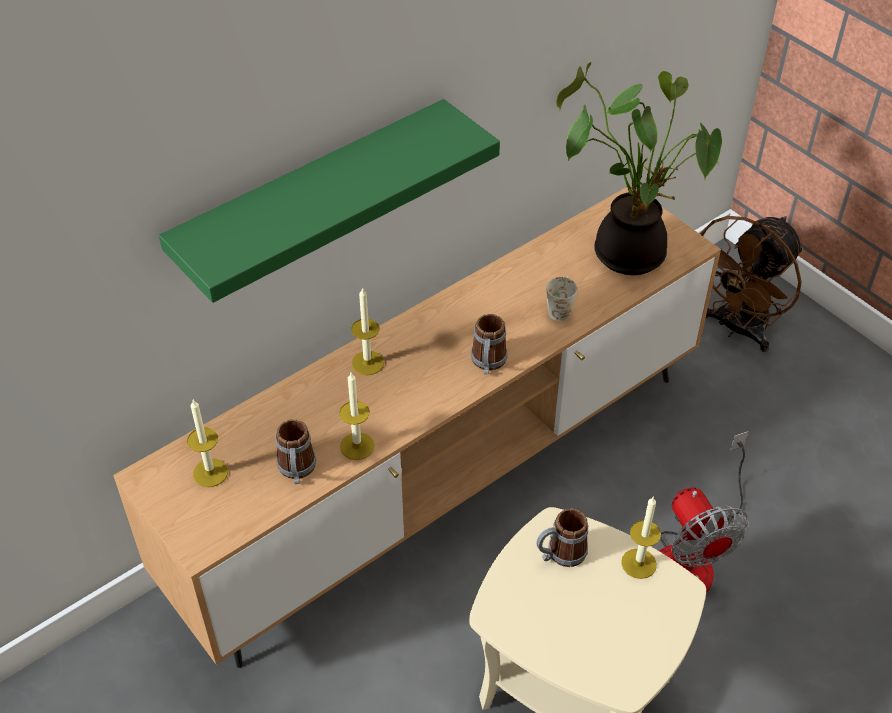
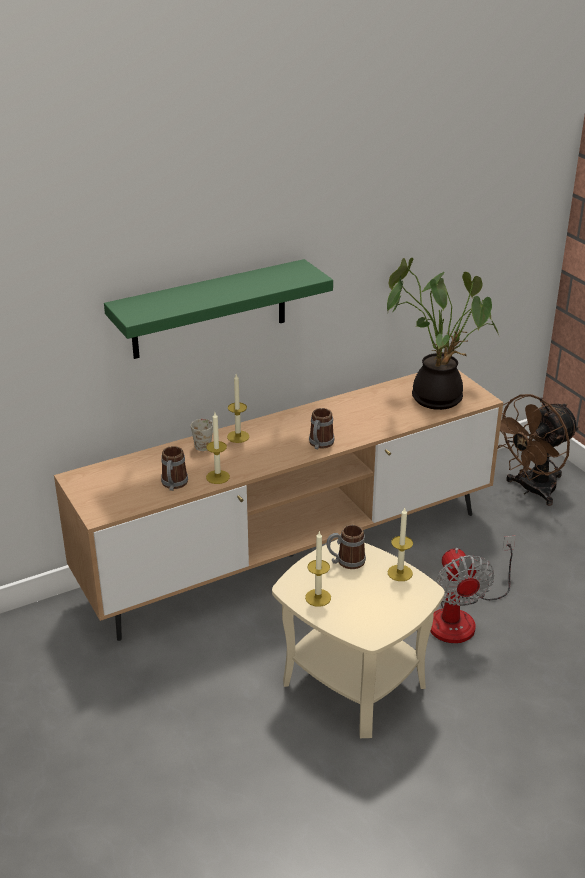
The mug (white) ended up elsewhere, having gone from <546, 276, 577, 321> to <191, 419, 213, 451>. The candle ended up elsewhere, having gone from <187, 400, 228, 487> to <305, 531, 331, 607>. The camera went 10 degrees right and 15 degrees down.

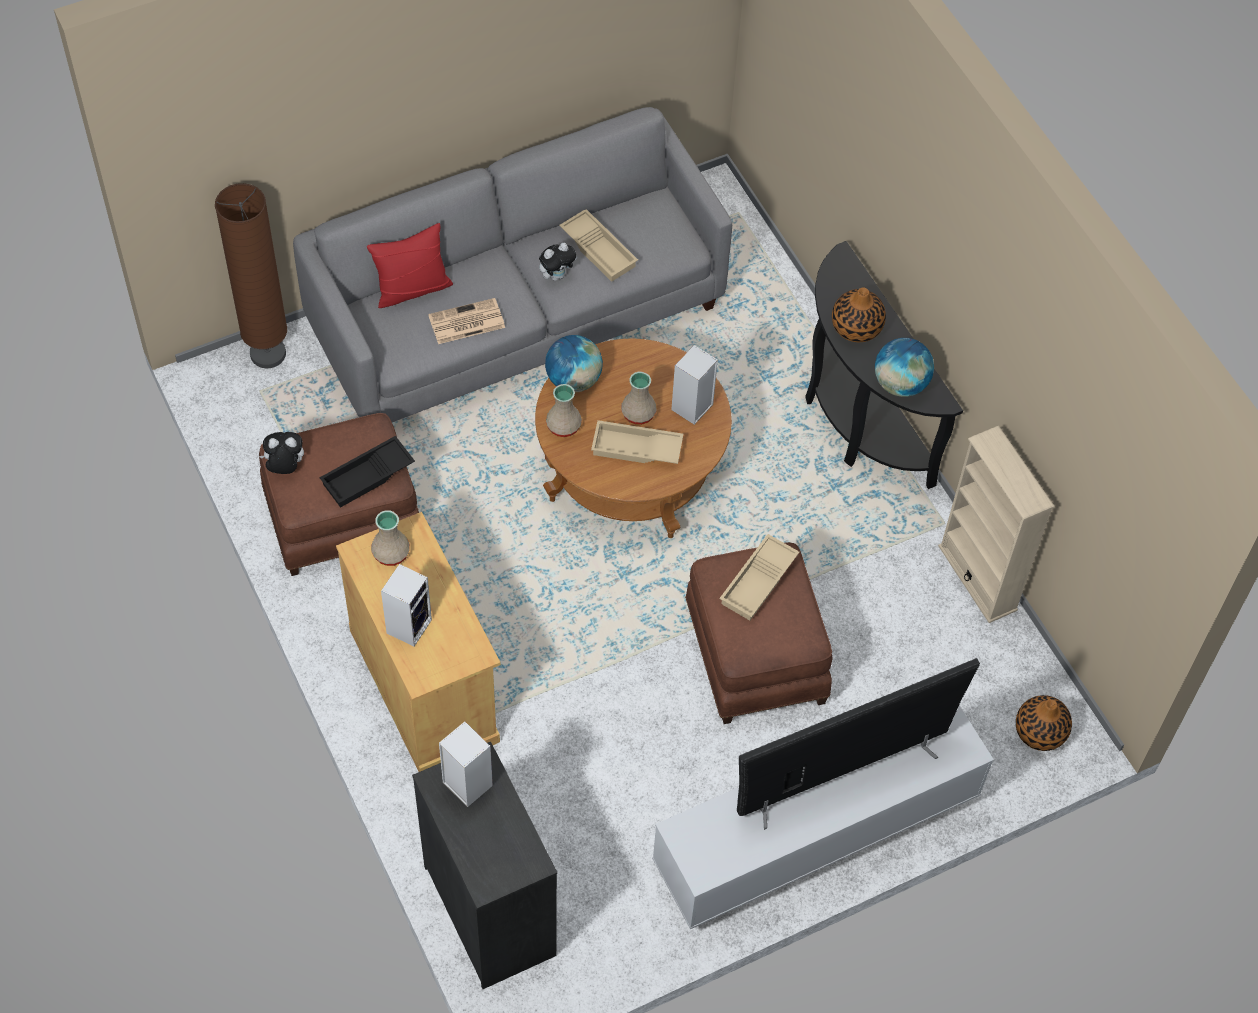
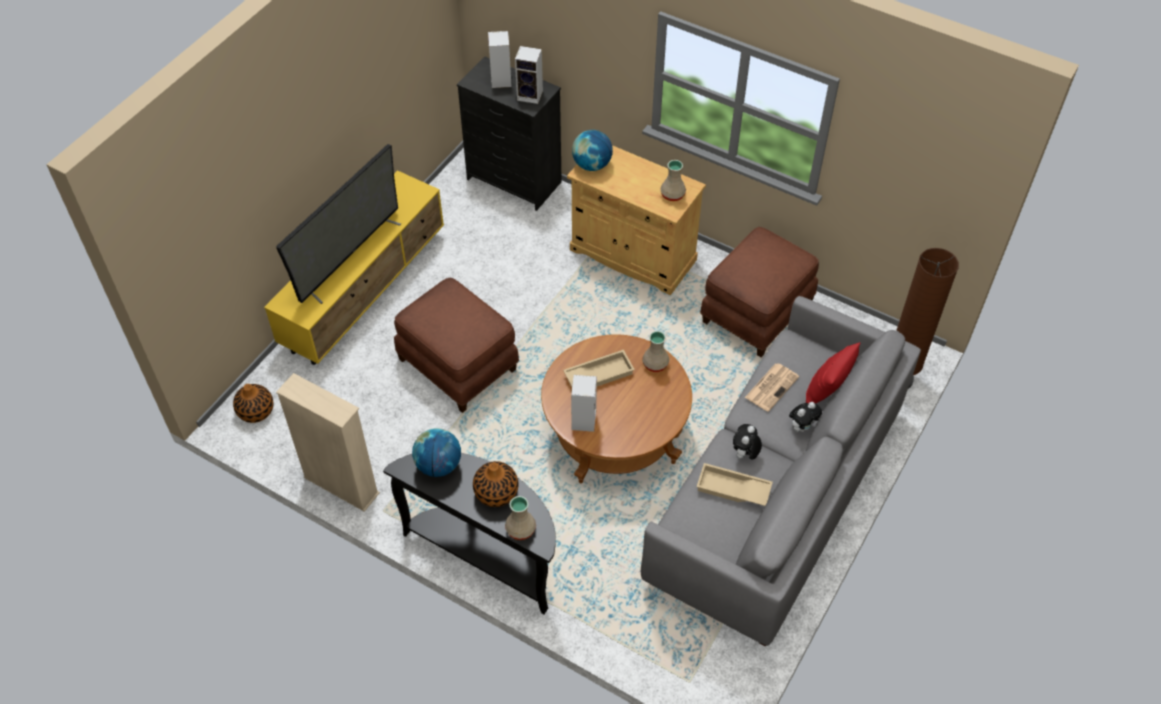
What was the tv stand (white) at <652, 705, 994, 929> turned into the tv stand (yellow) at <264, 170, 444, 365>. The speaker ended up elsewhere, having gone from <381, 564, 432, 647> to <488, 31, 512, 88>. The vase (beige) ended up elsewhere, having gone from <621, 372, 657, 425> to <505, 496, 536, 540>. The globe ended up elsewhere, having gone from <545, 335, 603, 393> to <572, 130, 613, 171>. The plush toy ended up elsewhere, having gone from <259, 432, 304, 474> to <789, 402, 822, 432>. The second view lost the tray (black) at <320, 436, 415, 508>. The second view lost the tray (beige) at <719, 534, 799, 621>. The camera went 150 degrees right and 5 degrees down.

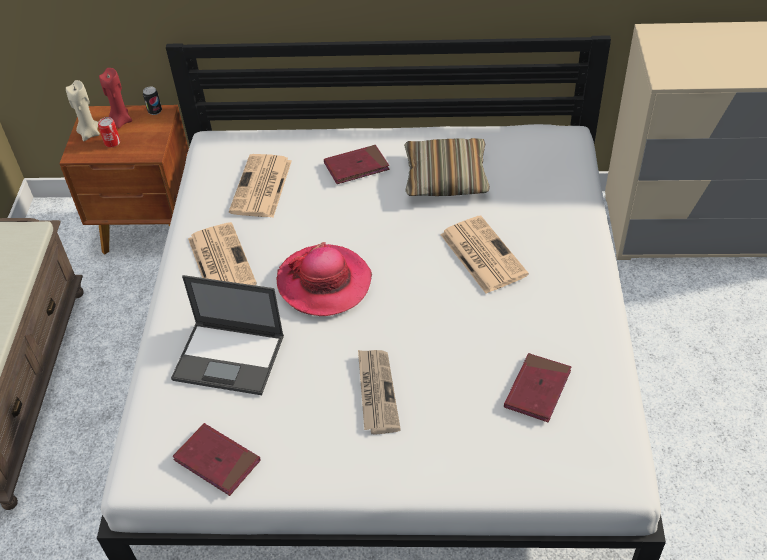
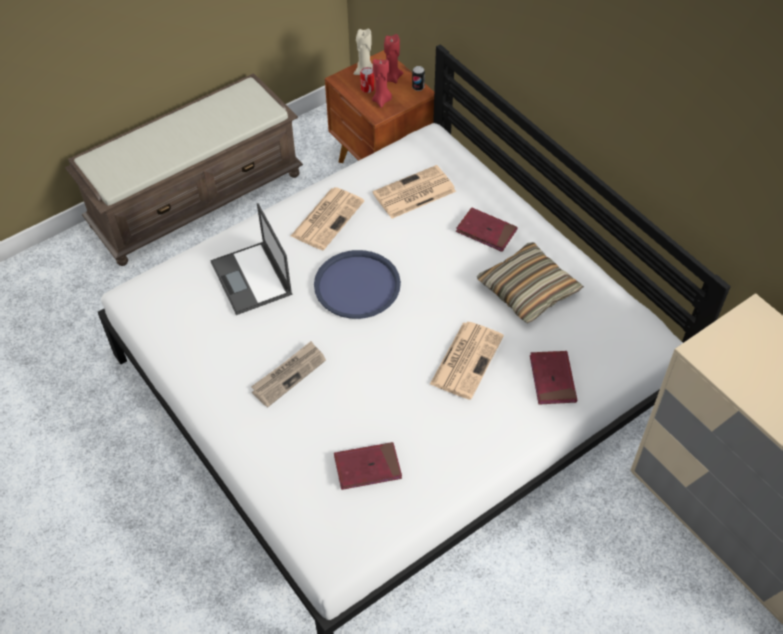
Where the hat stood at <277, 242, 372, 316>, the tray (blue) came to stand at <314, 250, 401, 319>. The second view gained the candle (red) at <372, 59, 392, 108>. The book (red) ended up elsewhere, having gone from <173, 423, 261, 496> to <530, 351, 577, 405>. The camera went 50 degrees right and 5 degrees up.

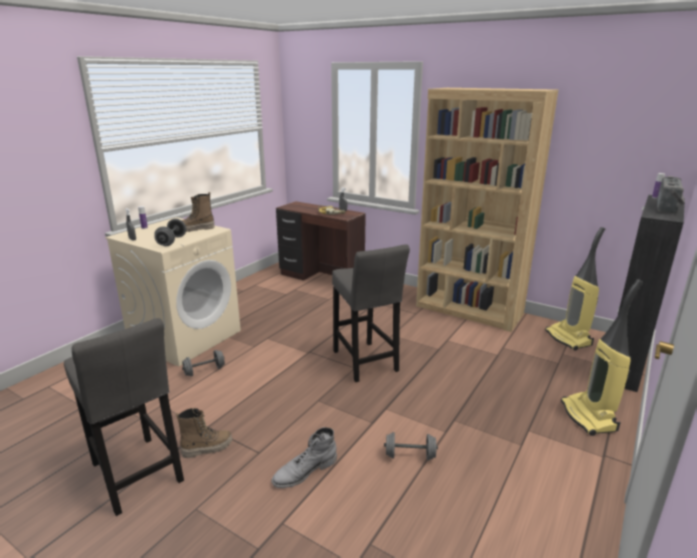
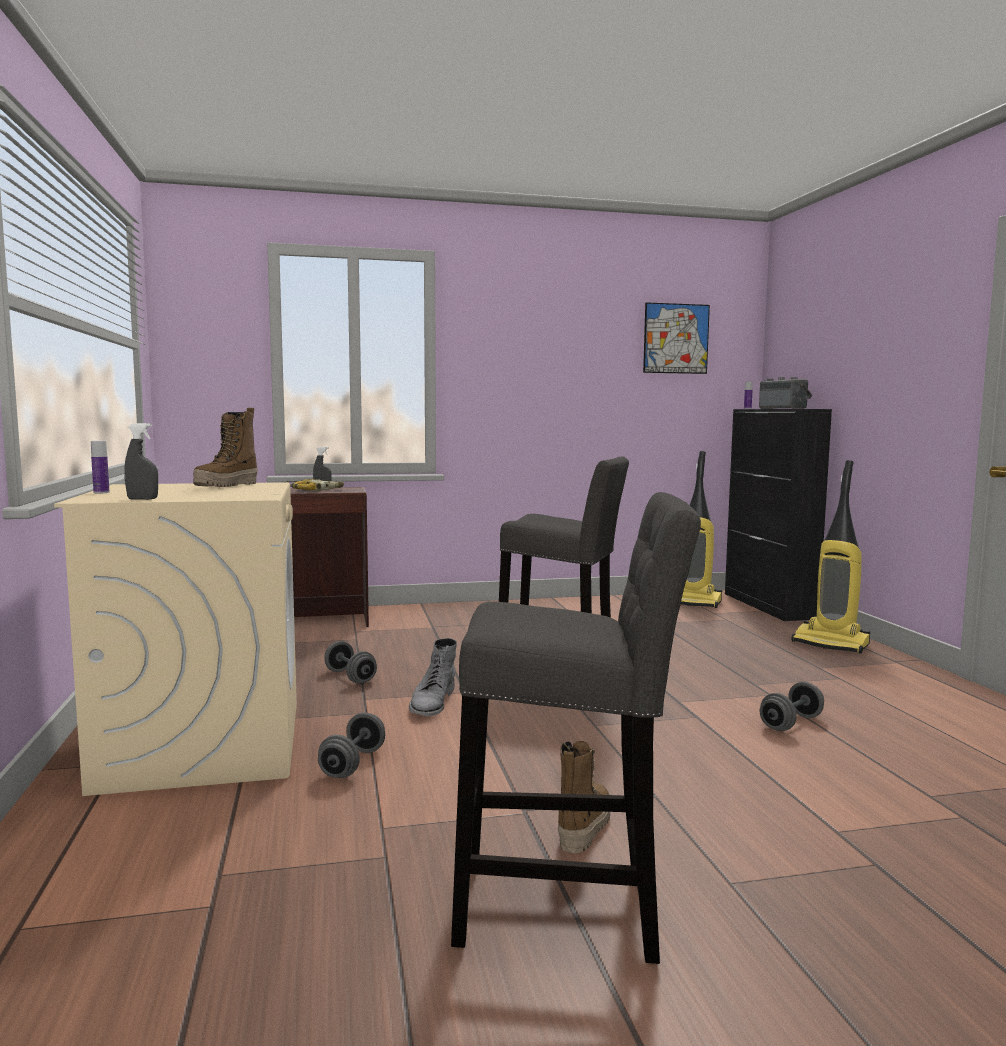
The dumbbell (grey) ended up elsewhere, having gone from <154, 218, 186, 246> to <325, 641, 377, 684>. The boot (grey) ended up elsewhere, having gone from <271, 427, 337, 488> to <409, 638, 457, 716>. The second view gained the picture at <643, 302, 710, 374>. The second view lost the bookcase (brown) at <416, 88, 558, 332>. The camera went 45 degrees left and 15 degrees down.

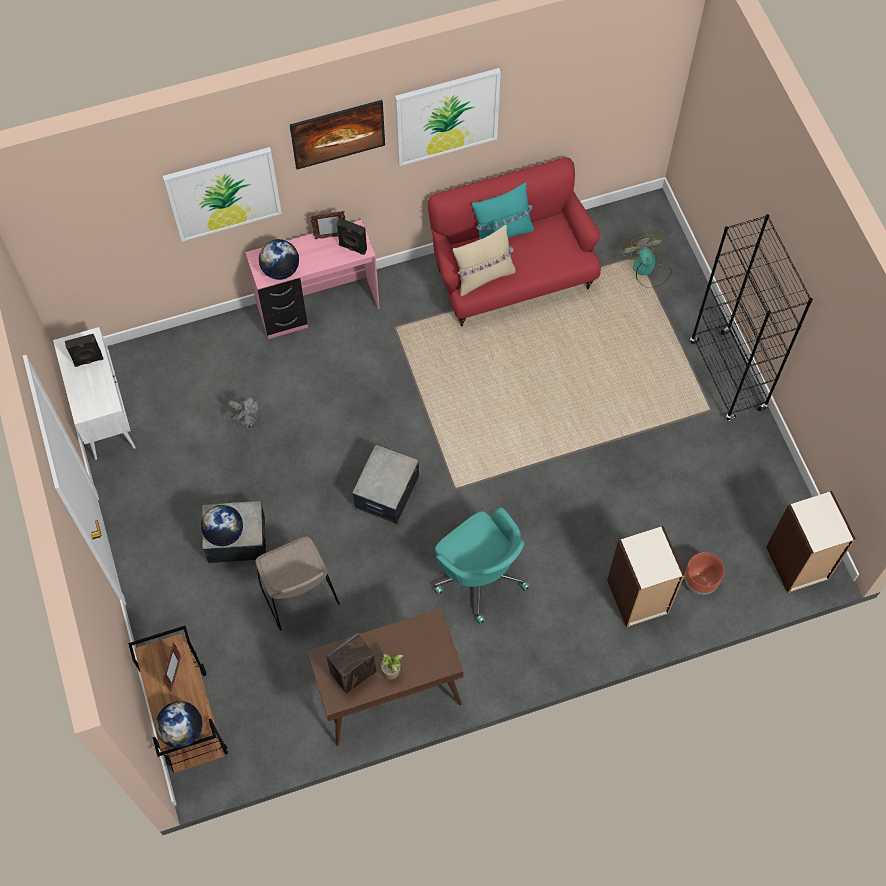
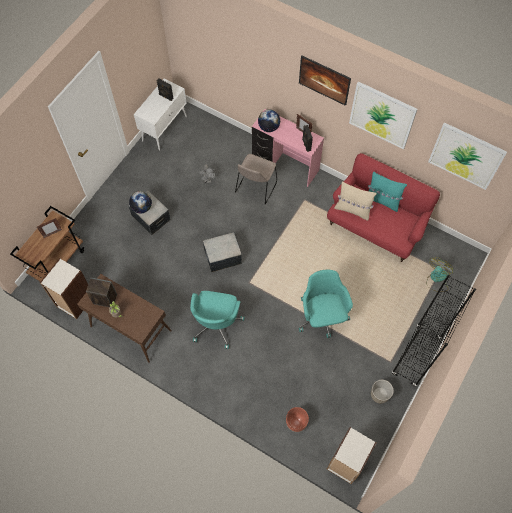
The bookcase ended up elsewhere, having gone from <607, 526, 685, 628> to <40, 258, 88, 319>. The chair (beige) ended up elsewhere, having gone from <256, 536, 340, 631> to <235, 154, 277, 204>. The second view gained the office chair (turquoise) at <299, 270, 353, 338>. The second view gained the planter at <371, 380, 394, 404>. The picture ended up elsewhere, having gone from <163, 147, 282, 242> to <428, 123, 507, 190>. The second view lost the globe at <156, 701, 202, 748>. The camera went 50 degrees right and 0 degrees up.

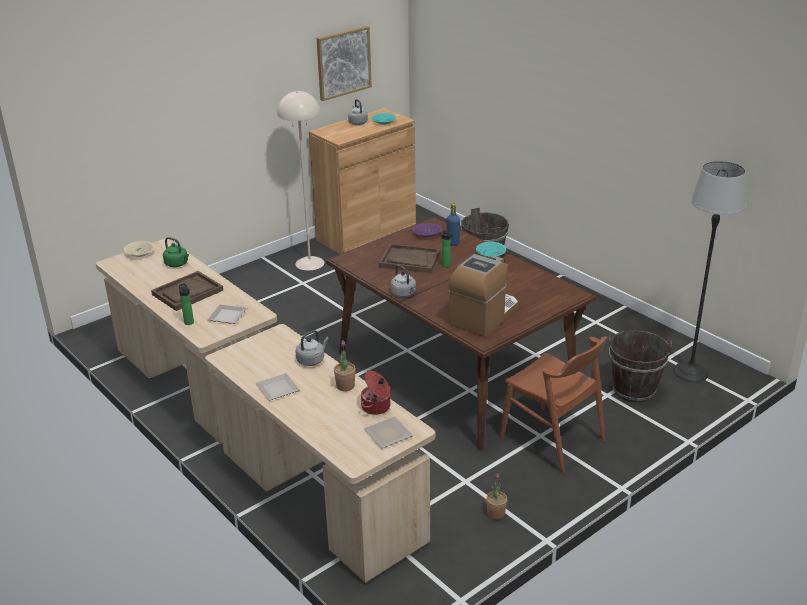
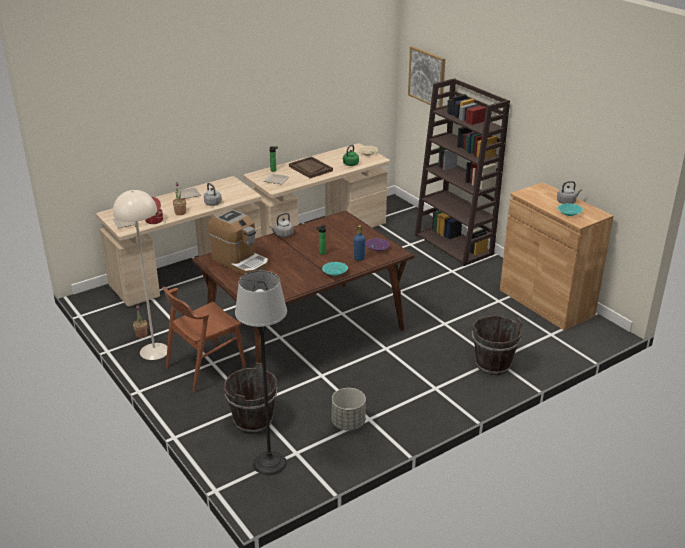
The floor lamp (beige) ended up elsewhere, having gone from <277, 91, 325, 271> to <113, 190, 167, 360>. The second view gained the planter (grey) at <332, 388, 366, 431>. The picture ended up elsewhere, having gone from <317, 26, 372, 101> to <408, 46, 445, 108>. The second view gained the bookcase (brown) at <415, 78, 510, 266>. The second view lost the tray (brown) at <379, 244, 440, 273>. The camera went 95 degrees right and 0 degrees up.

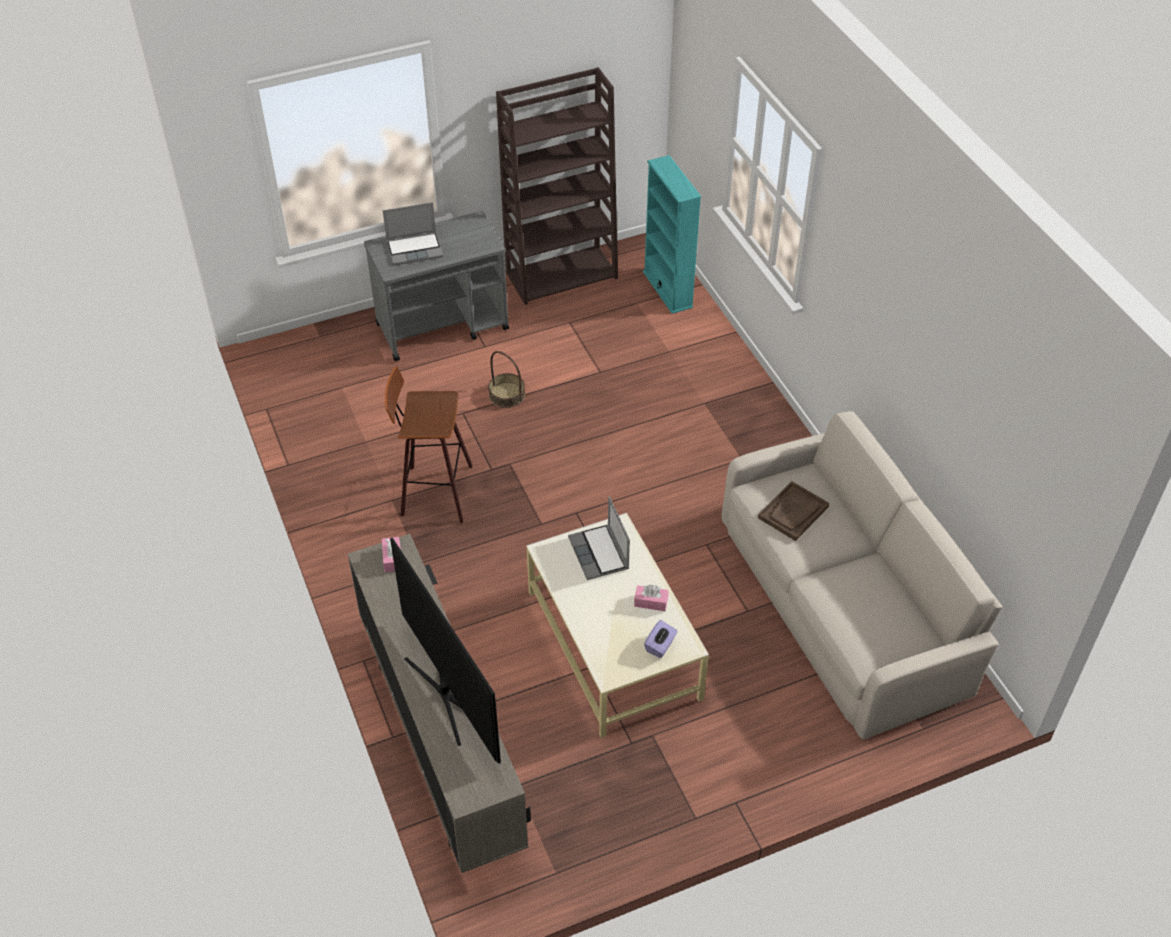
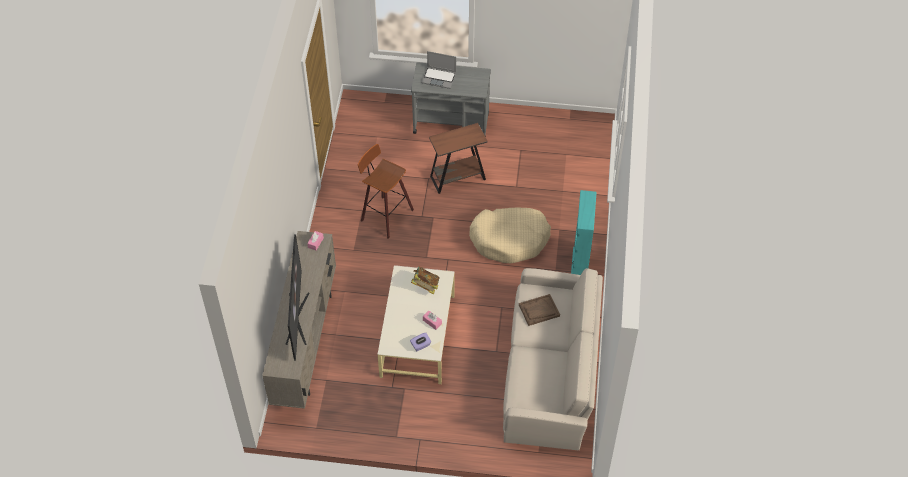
Where the laptop stood at <568, 496, 630, 580>, the book came to stand at <411, 267, 440, 295>. Where the basket stood at <488, 351, 525, 408>, the side table (brown) came to stand at <429, 123, 488, 194>. The second view gained the dog bed (beige) at <469, 207, 551, 263>. The bookcase (turquoise) ended up elsewhere, having gone from <643, 155, 701, 314> to <571, 190, 597, 275>. The second view lost the bookcase (brown) at <496, 67, 618, 305>. The camera went 30 degrees right and 5 degrees up.

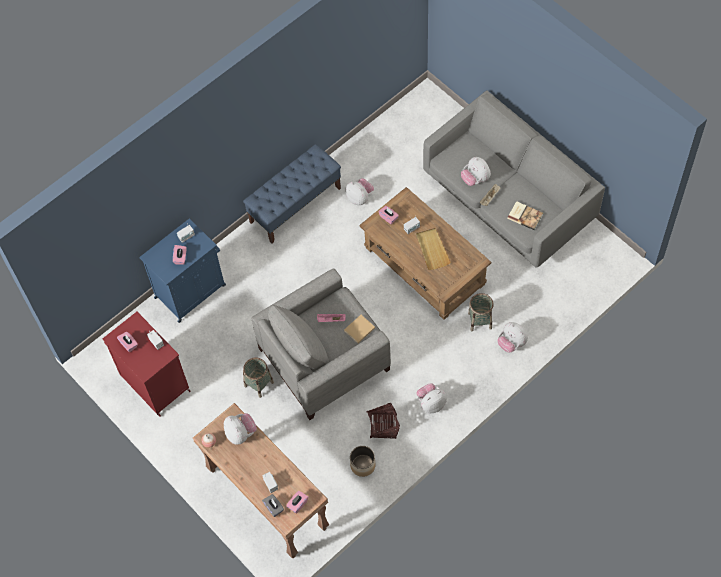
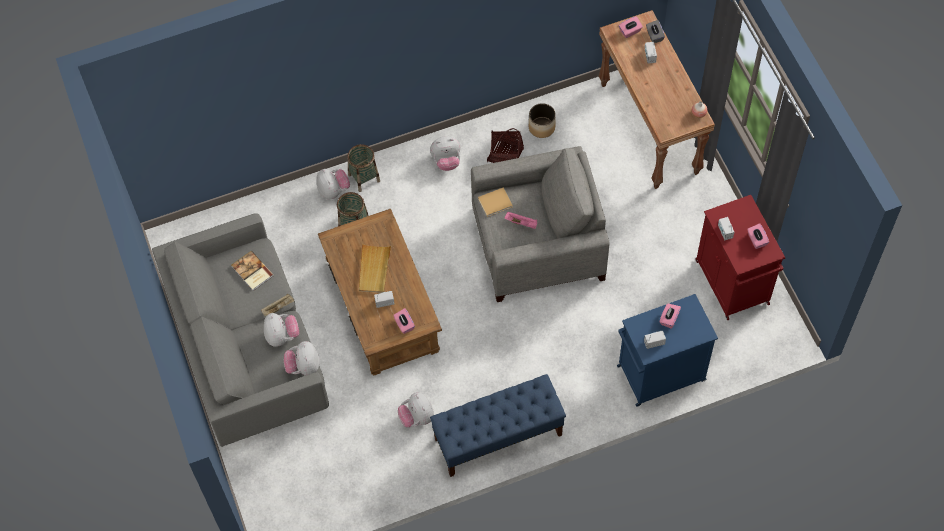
The plush toy ended up elsewhere, having gone from <224, 413, 257, 445> to <284, 341, 320, 375>. The basket ended up elsewhere, having gone from <243, 357, 274, 398> to <347, 144, 380, 192>. The camera went 160 degrees left and 0 degrees up.

